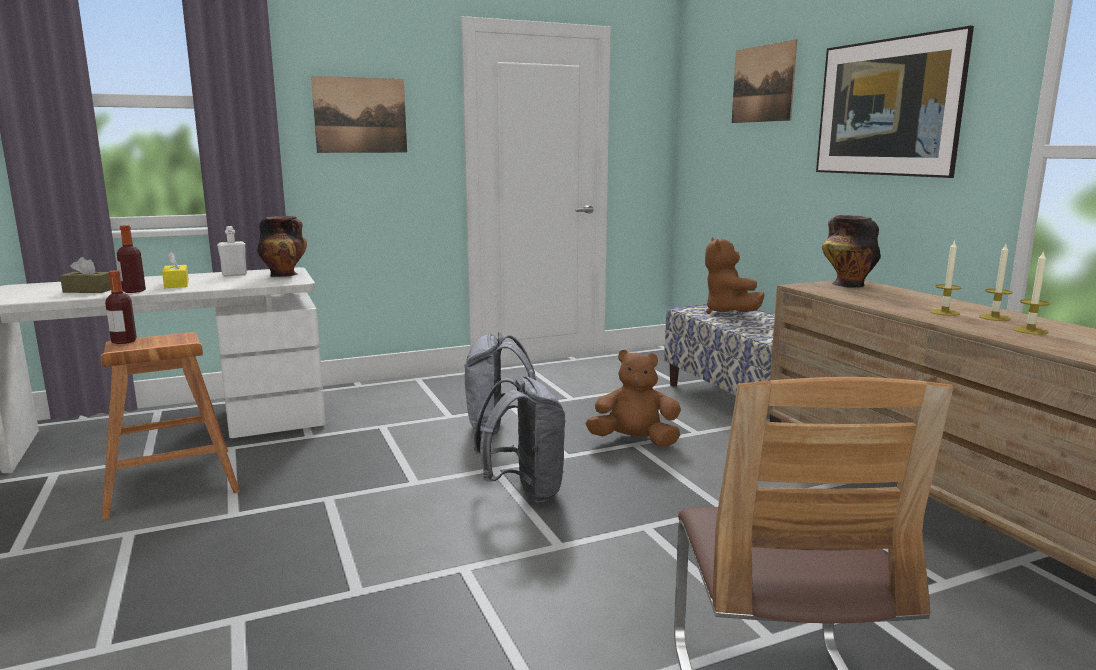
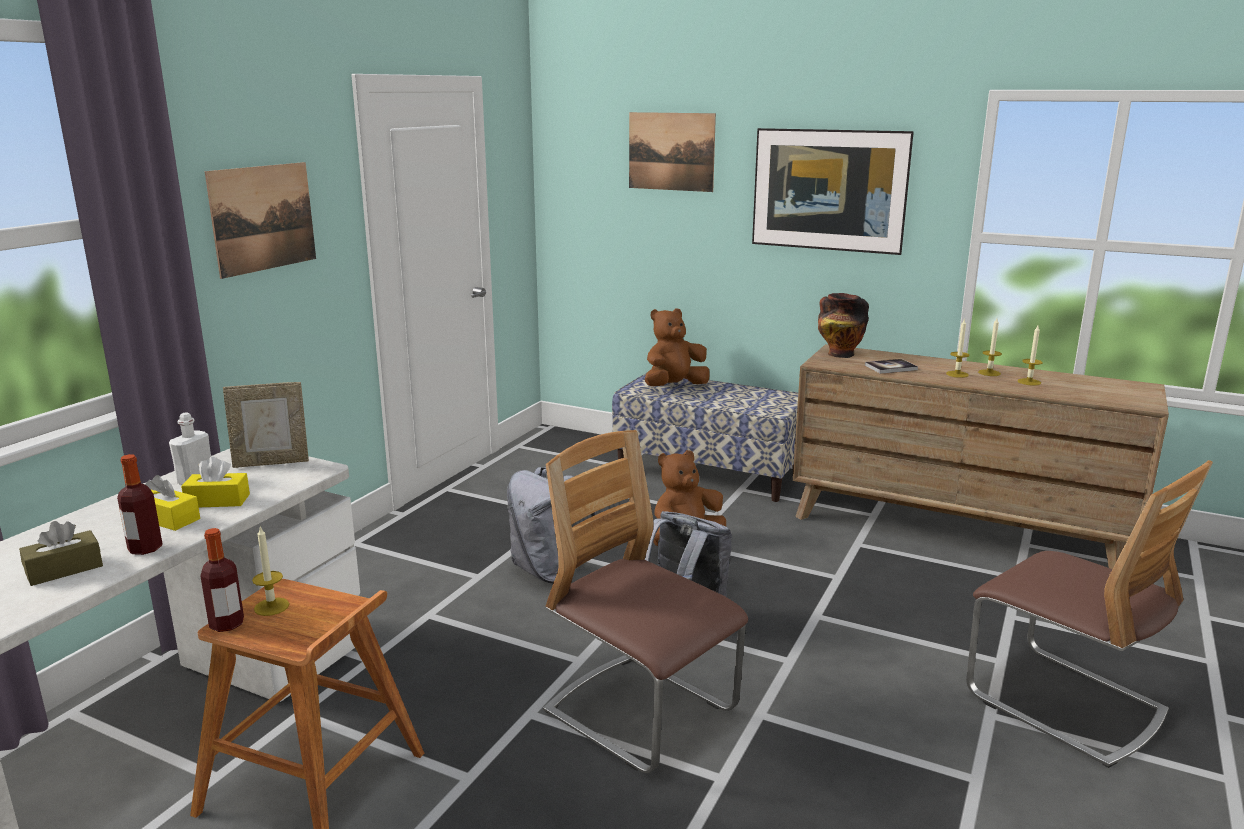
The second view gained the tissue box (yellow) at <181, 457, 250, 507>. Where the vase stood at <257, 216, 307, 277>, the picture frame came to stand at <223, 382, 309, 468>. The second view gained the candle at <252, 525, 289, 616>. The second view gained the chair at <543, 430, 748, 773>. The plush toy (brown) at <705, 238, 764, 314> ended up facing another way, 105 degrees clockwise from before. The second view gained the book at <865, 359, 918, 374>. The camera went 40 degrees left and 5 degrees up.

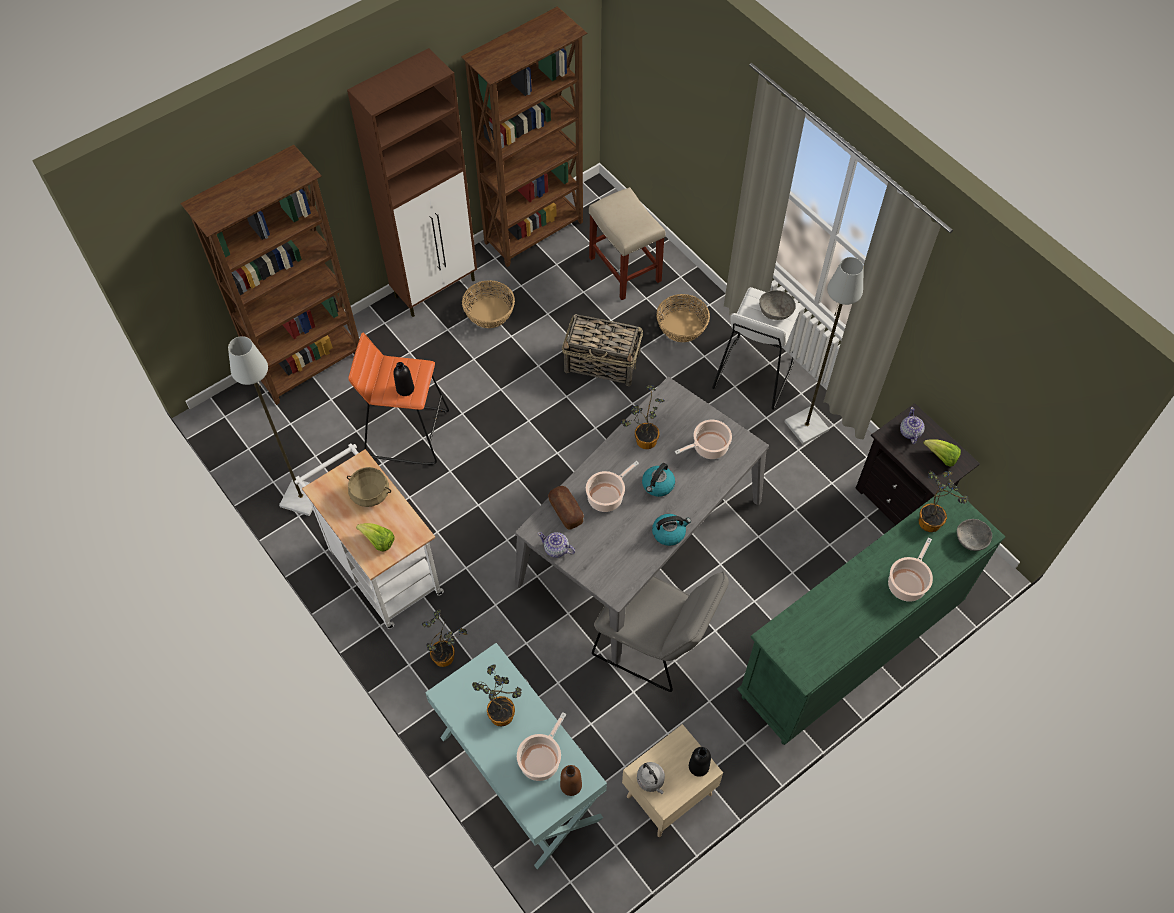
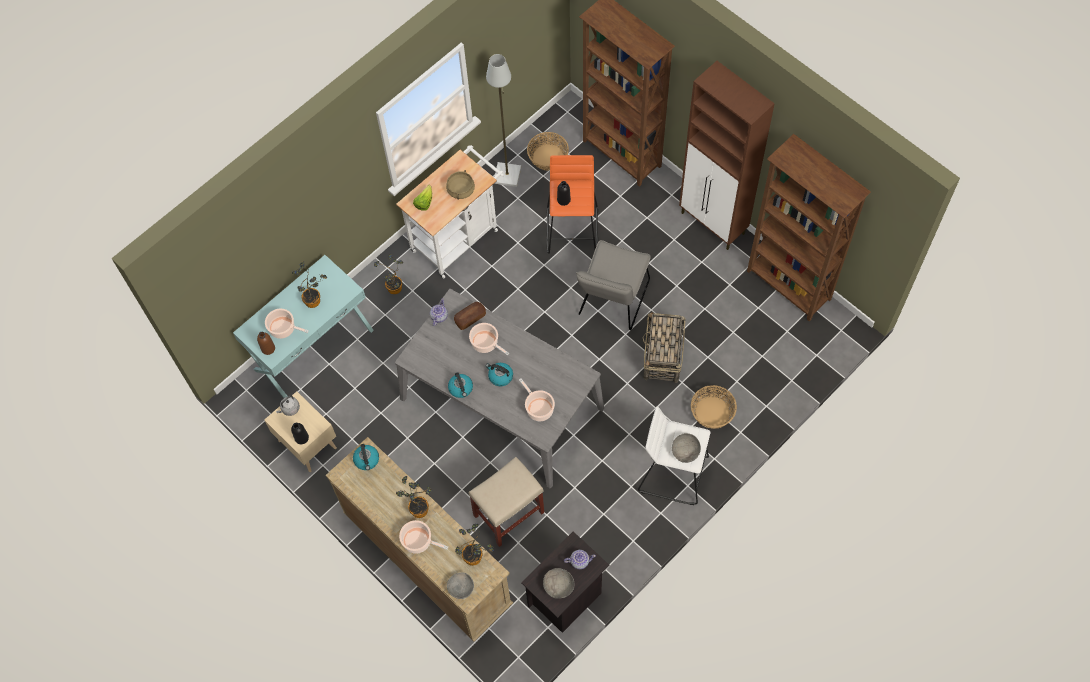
What was the dresser (green) at <737, 486, 1005, 745> turned into the dresser (beige) at <326, 437, 513, 642>. The second view gained the kettle at <353, 444, 379, 470>. The potted plant ended up elsewhere, having gone from <621, 385, 665, 449> to <396, 476, 432, 518>. The stool (beige) ended up elsewhere, having gone from <589, 187, 665, 300> to <469, 457, 544, 547>. The basket ended up elsewhere, having gone from <462, 280, 515, 328> to <527, 132, 569, 171>. Where the lettuce stood at <923, 439, 961, 467>, the bowl (grey) came to stand at <543, 568, 575, 599>. The chair (grey) ended up elsewhere, having gone from <592, 571, 729, 692> to <576, 240, 651, 330>. The second view lost the floor lamp (grey) at <785, 257, 864, 445>. The camera went 85 degrees right and 5 degrees up.

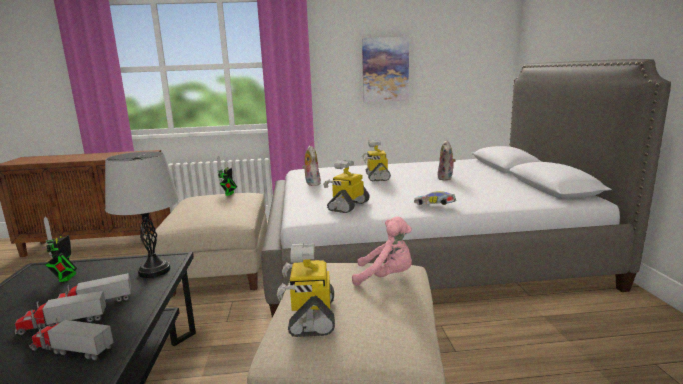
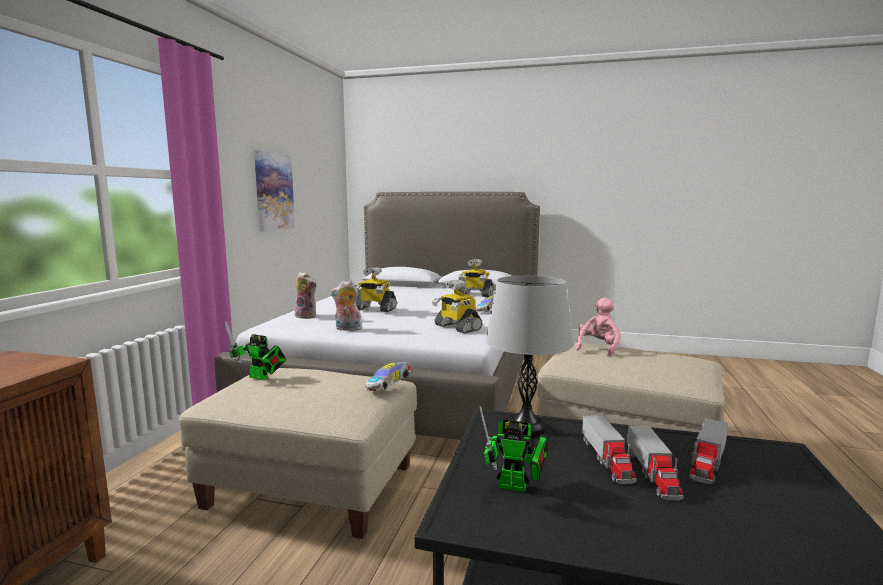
The plush toy ended up elsewhere, having gone from <438, 140, 456, 181> to <294, 272, 317, 319>. The second view gained the toy car at <366, 362, 411, 391>. The toy robot ended up elsewhere, having gone from <277, 244, 335, 337> to <459, 259, 493, 297>. The camera went 70 degrees left and 5 degrees down.

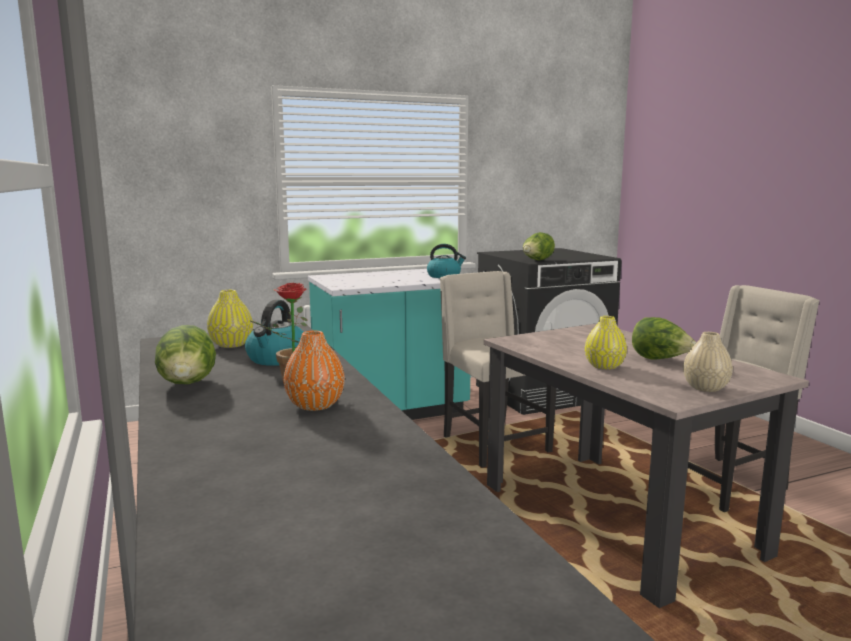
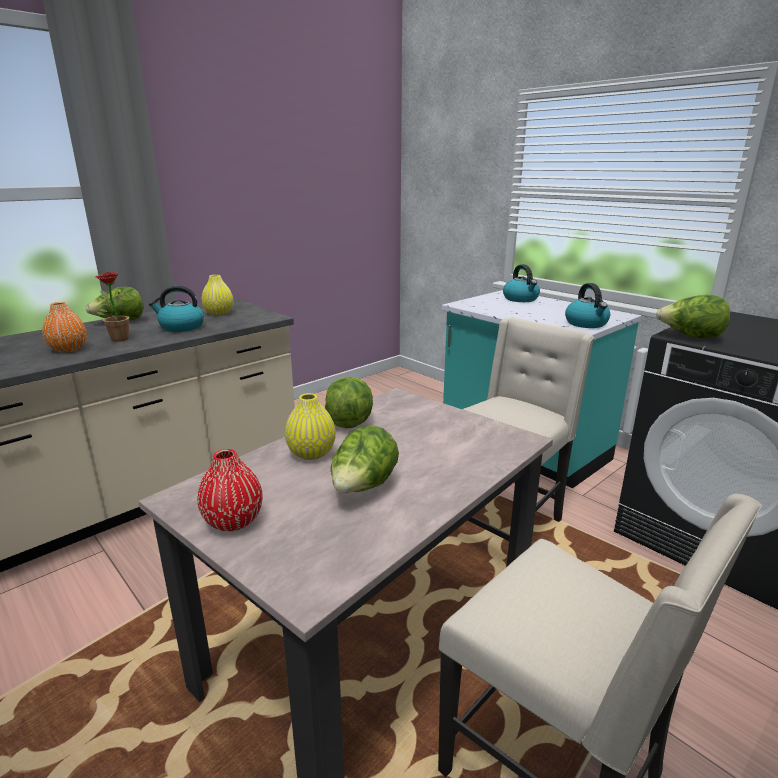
What was the vase (beige) at <683, 332, 733, 392> turned into the vase (red) at <197, 449, 263, 531>. The second view gained the lettuce at <325, 377, 373, 429>. The second view gained the kettle at <503, 264, 540, 302>. The camera went 70 degrees right and 10 degrees up.

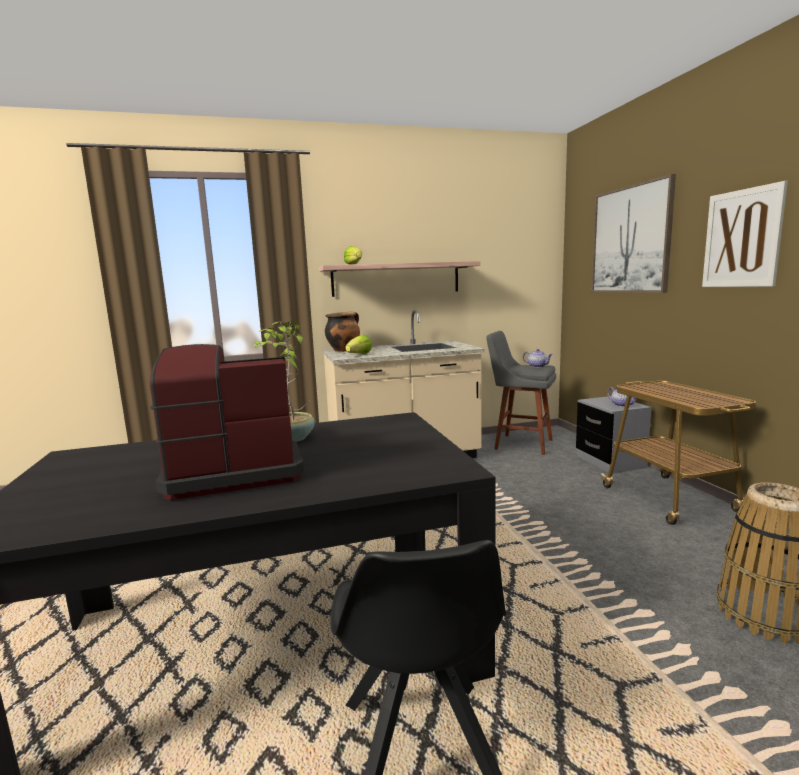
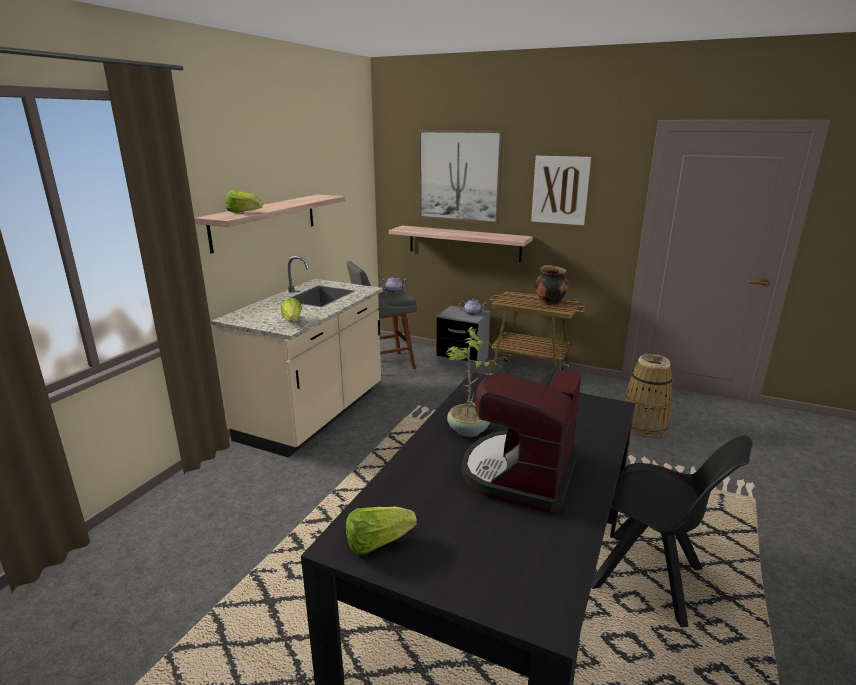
The second view gained the lettuce at <346, 507, 417, 555>. The second view gained the shelf at <389, 225, 533, 263>. The cooking pot ended up elsewhere, having gone from <325, 312, 360, 352> to <535, 265, 568, 306>. The camera went 50 degrees left and 10 degrees up.

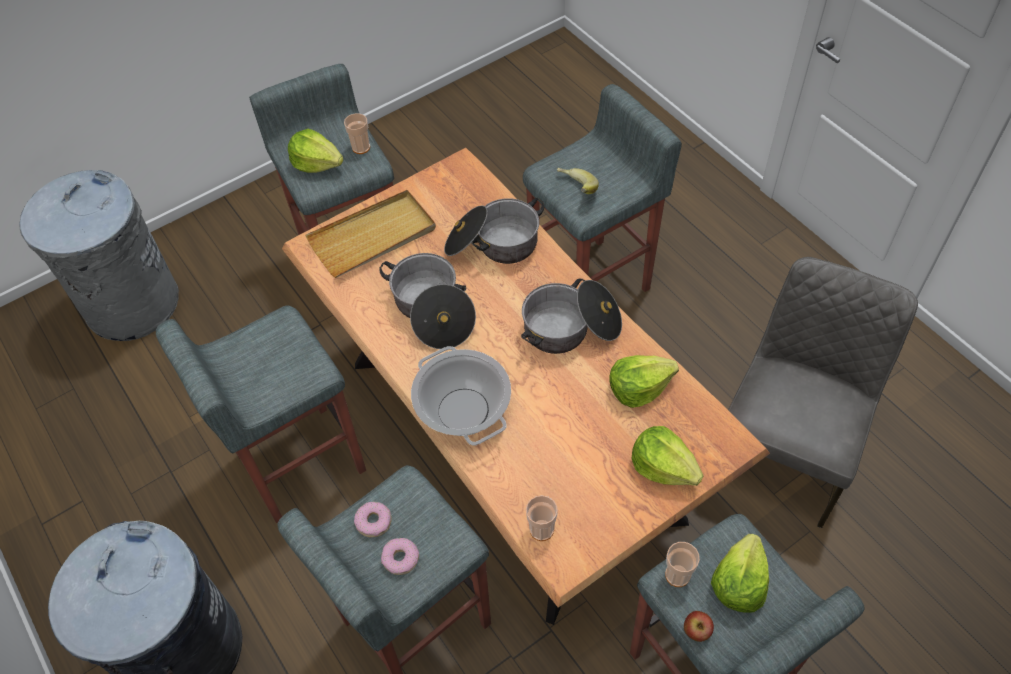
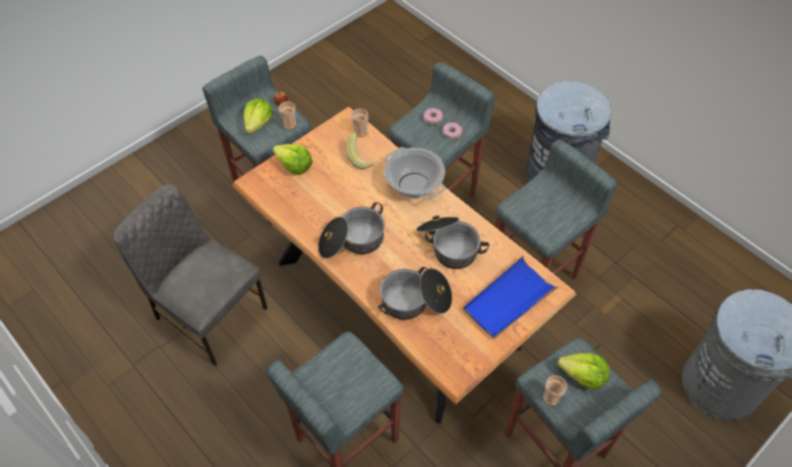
The chair (grey) at <728, 257, 918, 528> ended up facing another way, 105 degrees clockwise from before. The banana ended up elsewhere, having gone from <557, 167, 599, 194> to <346, 132, 376, 169>. What was the tray (beige) at <305, 190, 436, 278> turned into the tray (blue) at <463, 256, 558, 339>. The second view lost the lettuce at <609, 355, 679, 408>. The camera went 170 degrees right and 0 degrees up.

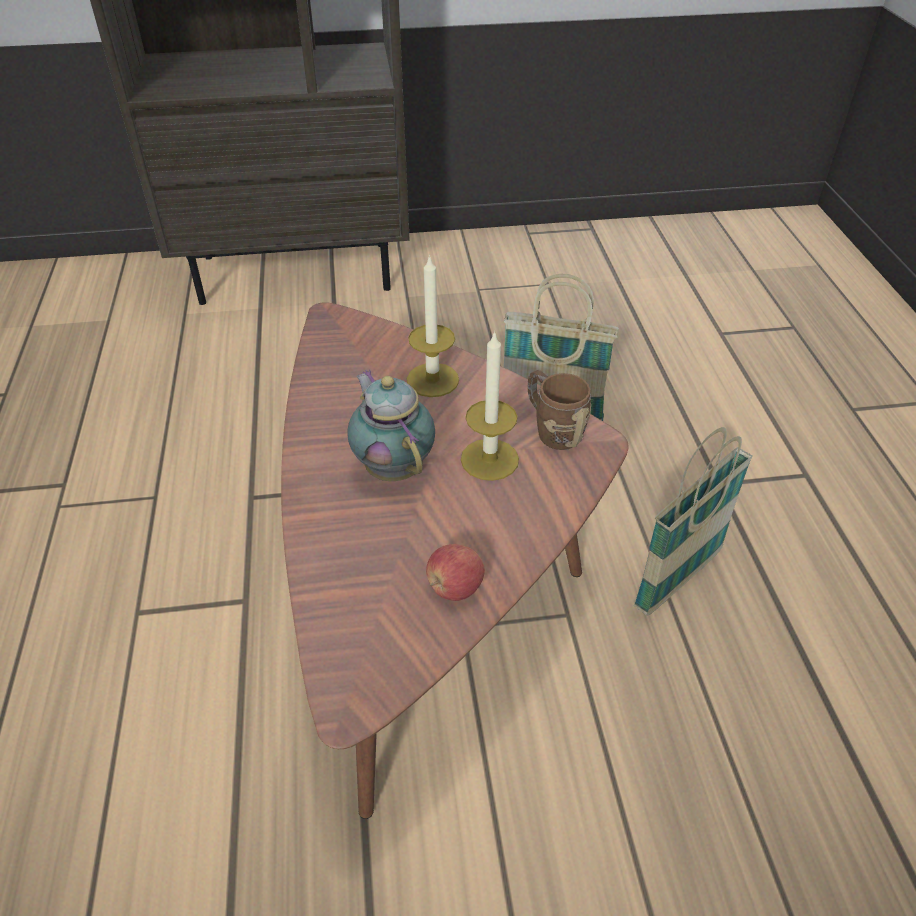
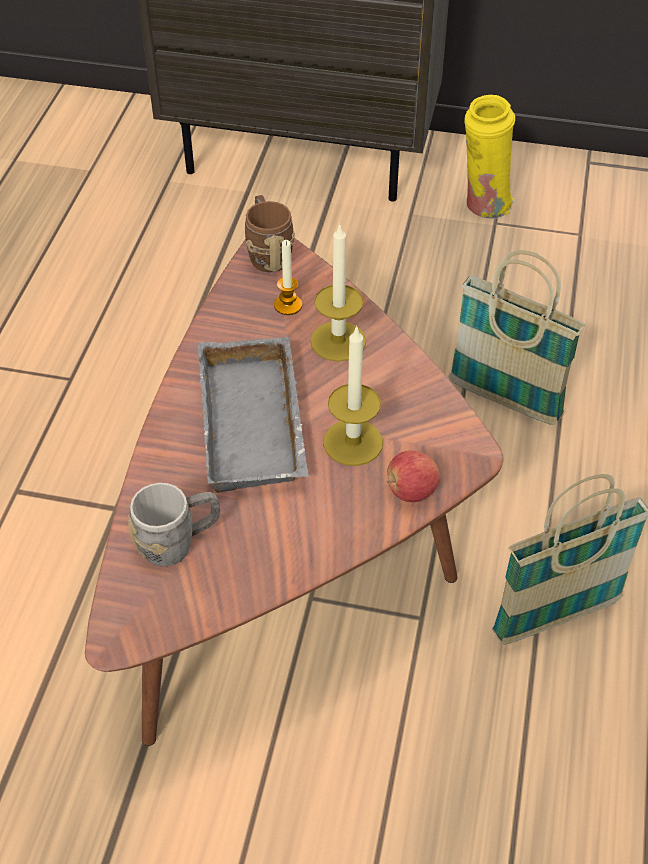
The second view gained the mug (grey) at <128, 483, 220, 567>. Where the teapot stood at <347, 369, 435, 481>, the tray (grey) came to stand at <197, 337, 309, 493>. The mug (brown) ended up elsewhere, having gone from <528, 370, 591, 450> to <245, 195, 295, 272>. The second view gained the candle at <274, 240, 302, 315>. The apple ended up elsewhere, having gone from <426, 544, 485, 601> to <387, 450, 440, 502>. The second view gained the vase (yellow) at <464, 95, 515, 219>. The camera went 20 degrees right and 5 degrees up.

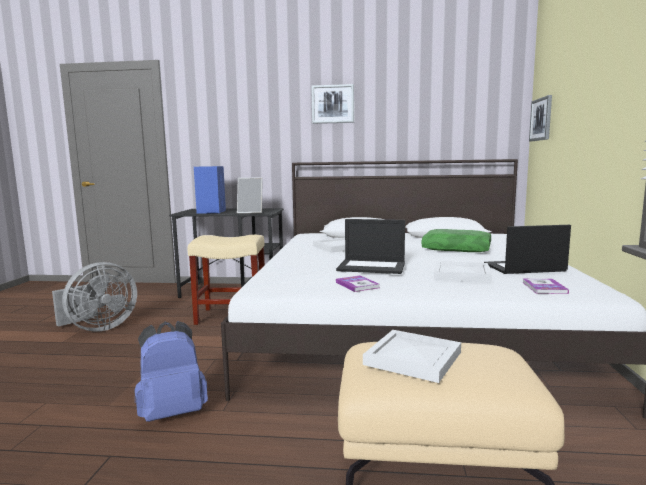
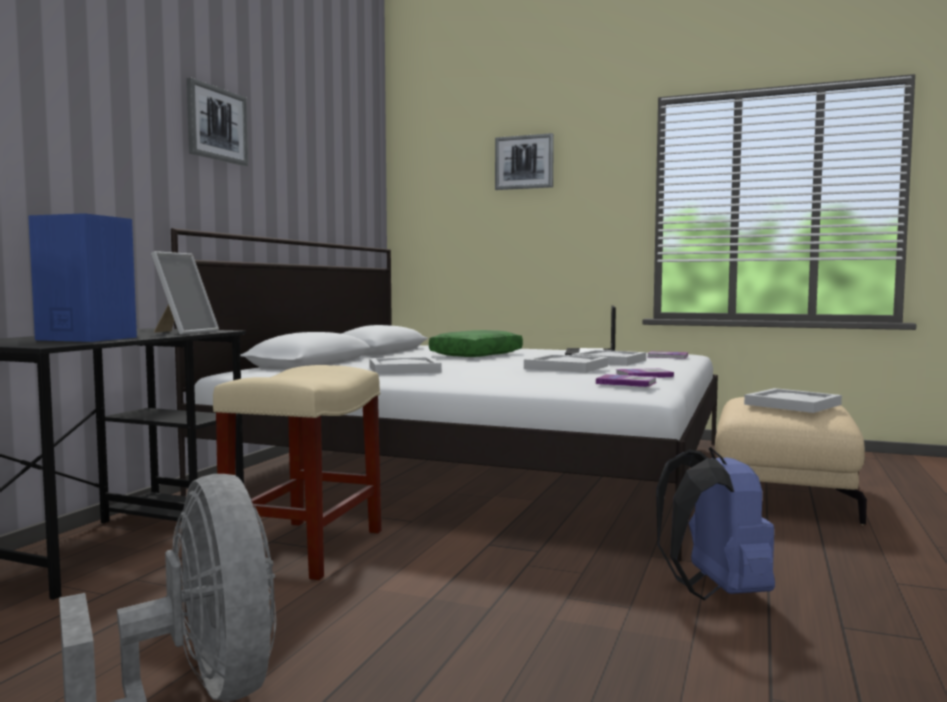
The picture ended up elsewhere, having gone from <529, 95, 552, 141> to <495, 133, 554, 190>. Where the laptop stood at <336, 219, 405, 274>, the tray (white) came to stand at <524, 354, 608, 373>. The second view gained the book at <596, 374, 657, 387>. The camera went 75 degrees left and 5 degrees down.

